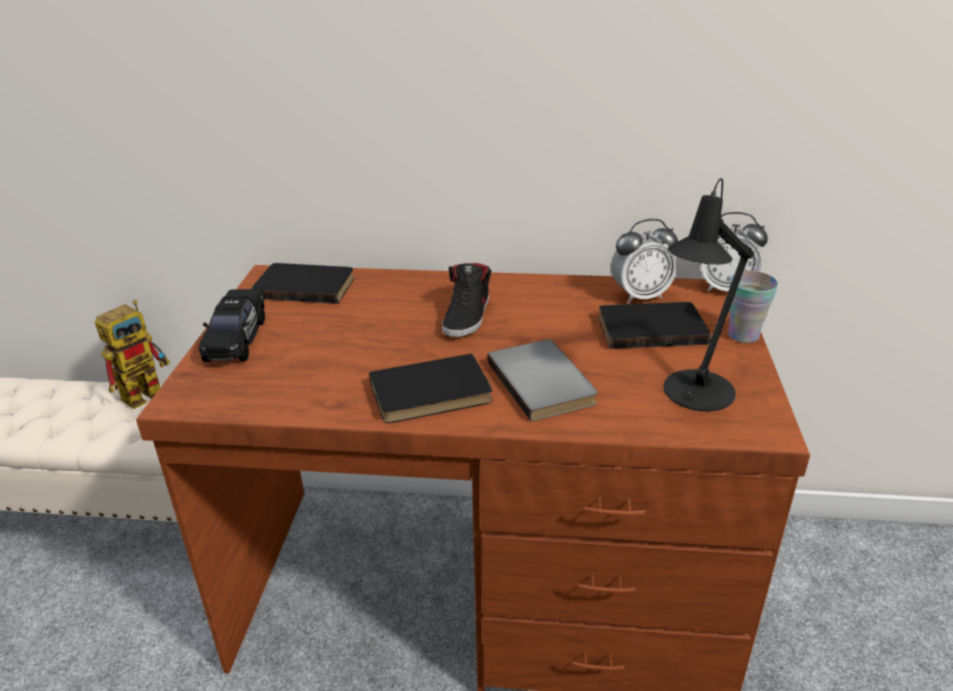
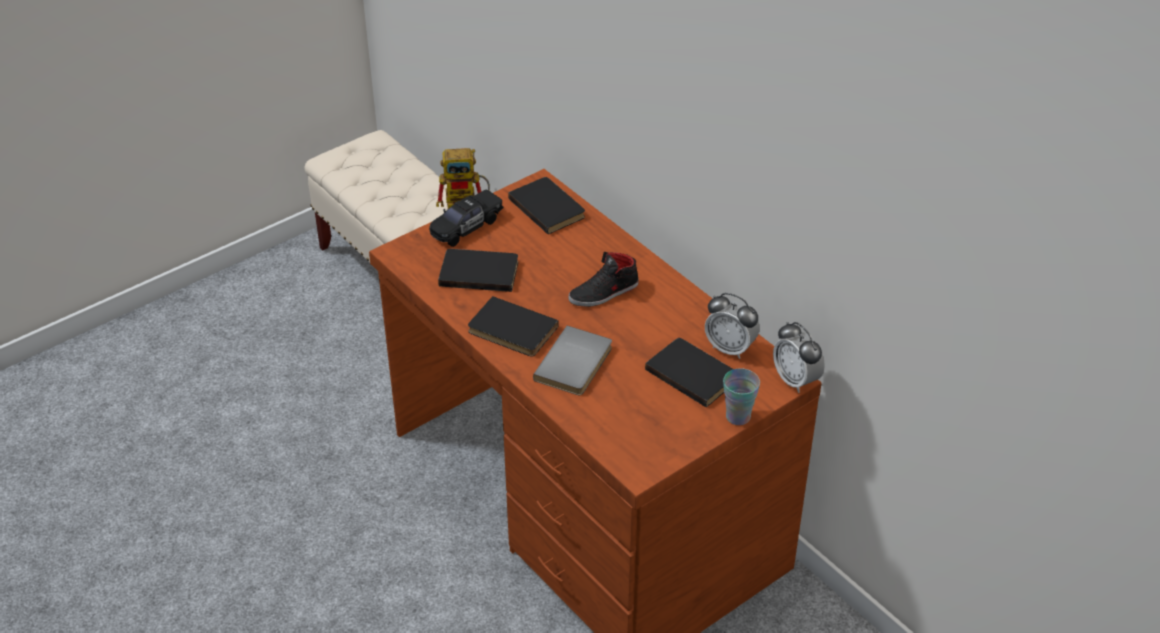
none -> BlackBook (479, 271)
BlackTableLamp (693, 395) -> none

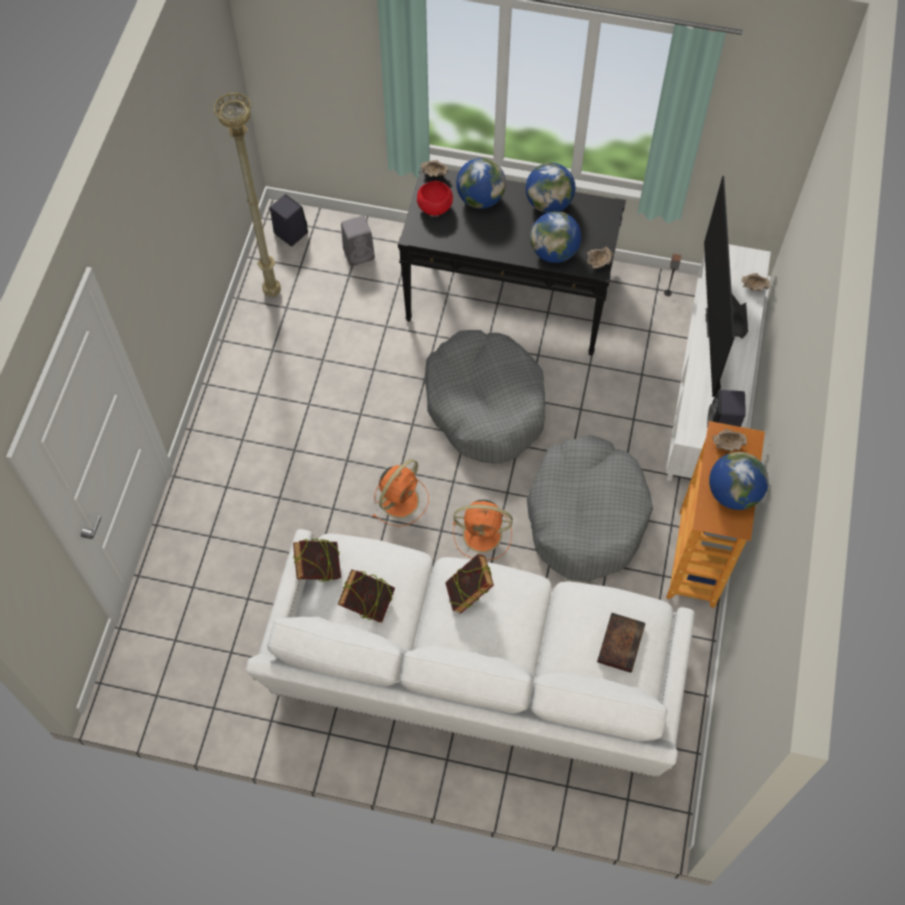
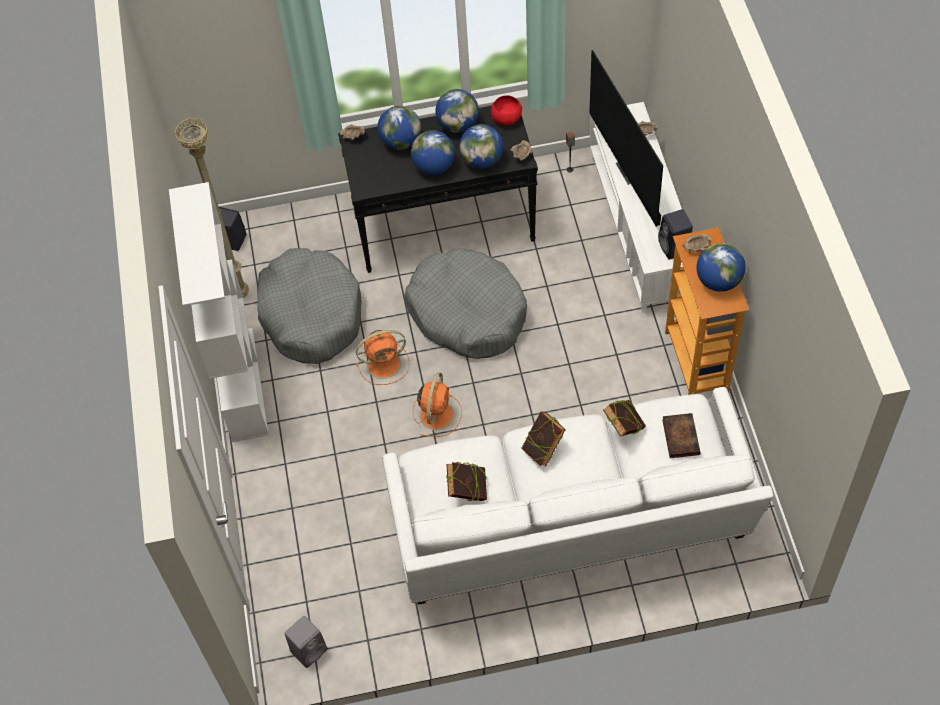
none -> WhiteBookcase (242, 383)
GreyDogBed (586, 516) -> GreyDogBed (311, 314), move
GreySpeaker (359, 253) -> GreySpeaker (309, 649), move
OrangeFan (484, 535) -> OrangeFan (385, 364), move
none -> Globe (434, 167)
RedBowl (435, 207) -> RedBowl (507, 118), move
Book (319, 570) -> Book (623, 428), move

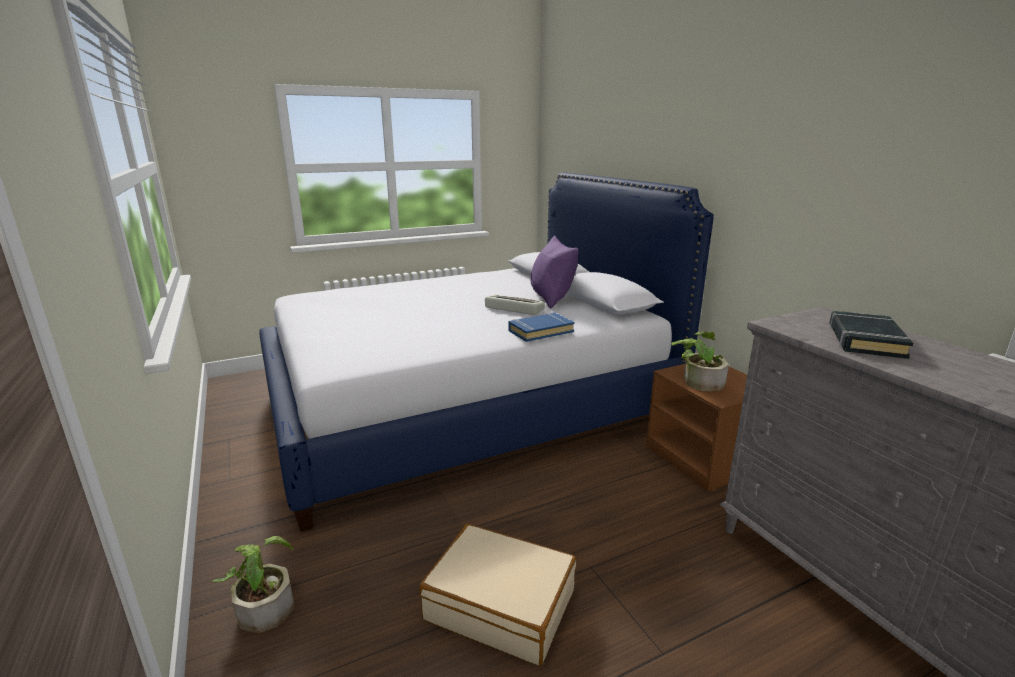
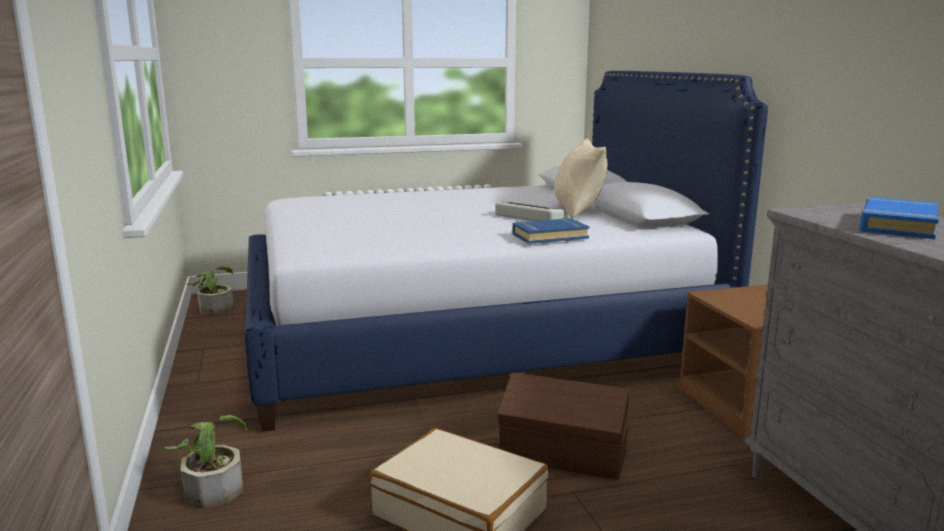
PottedPlant (698, 381) -> PottedPlant (214, 308), move
none -> BrownStorageBox (563, 456)
PurplePillow (551, 298) -> BeigePillow (577, 210)
BlackBook (864, 340) -> BlueBook (897, 226)

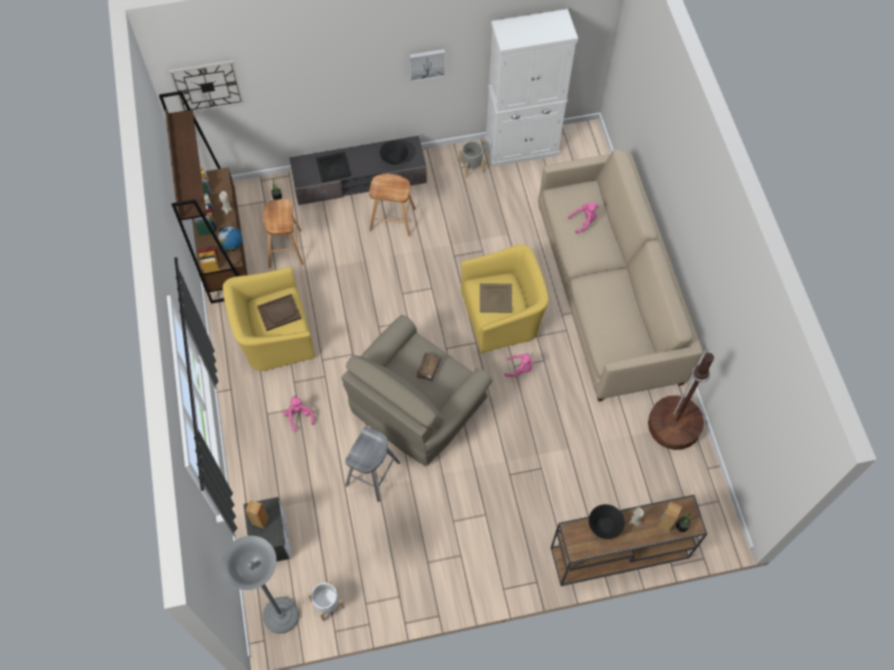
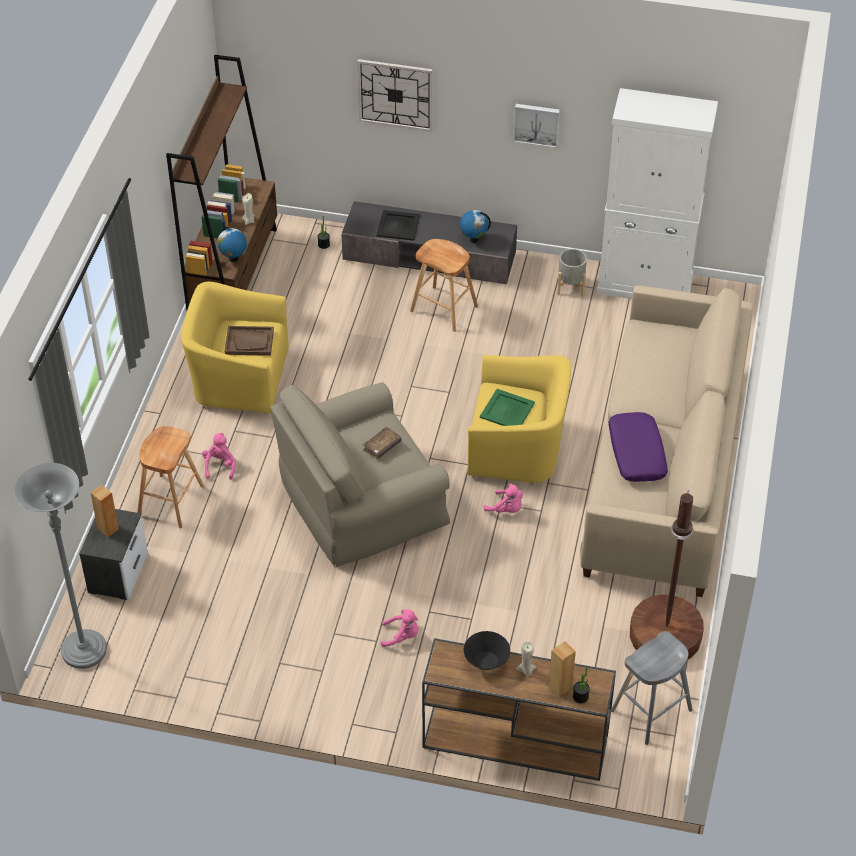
BrownStool (285, 249) -> BrownStool (170, 501), move
WallClock (207, 86) -> WallClock (395, 94), move
PinkPlushToy (584, 221) -> PinkPlushToy (402, 636), move
BlackBowl (394, 159) -> Globe (473, 239)
BeigeTray (496, 298) -> GreenTray (507, 410)
none -> PurplePillow (636, 453)
GreyStool (372, 473) -> GreyStool (651, 710), move
WhitePlanter (327, 603) -> none

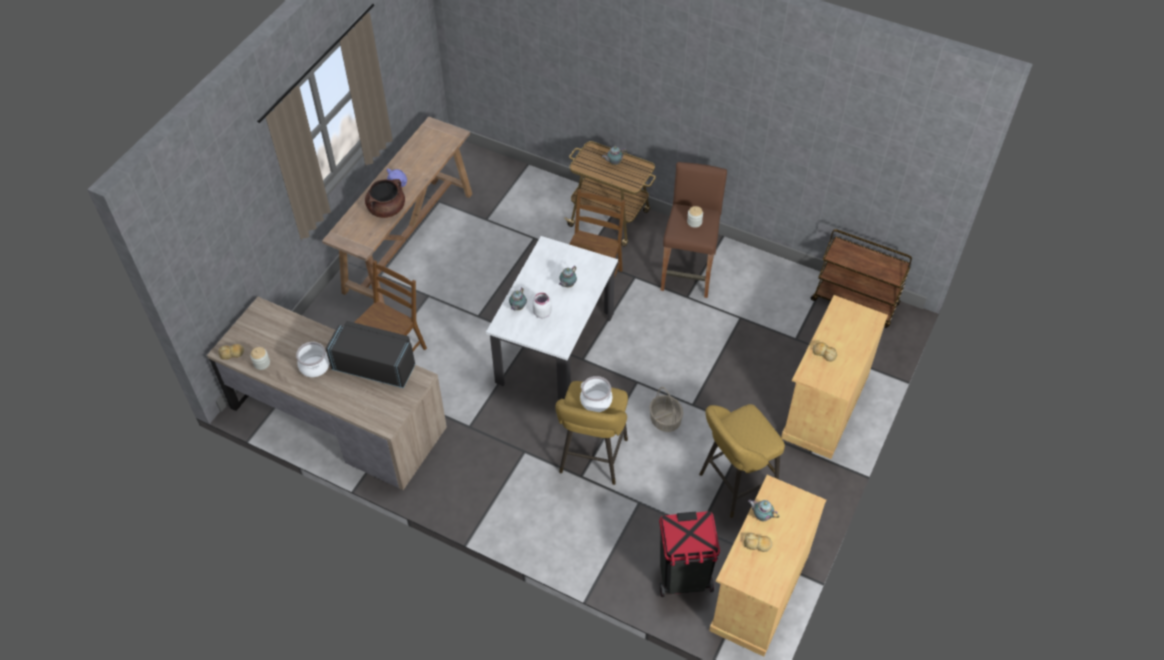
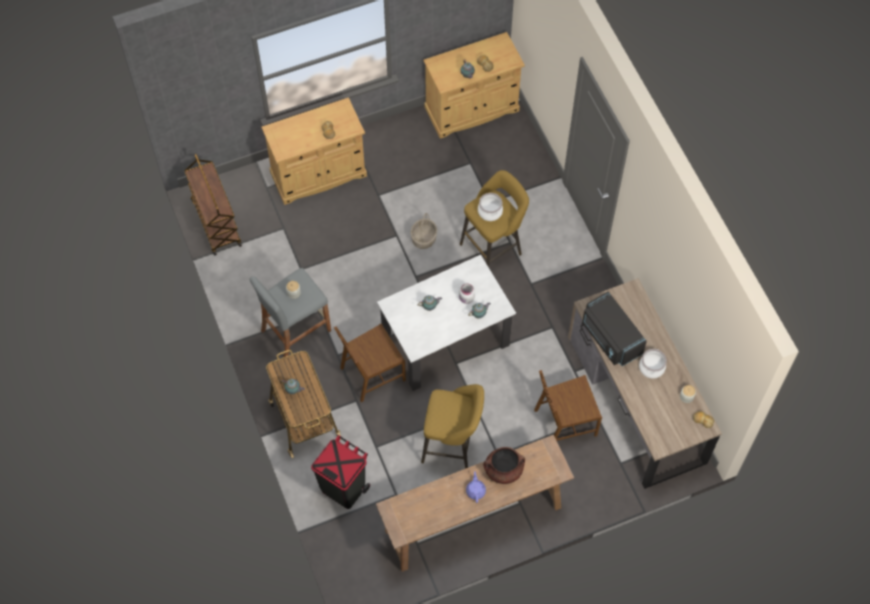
BrownStool (689, 271) -> GreyStool (296, 330)
BlackTrashCan (684, 577) -> BlackTrashCan (343, 488), move
YellowStool (734, 485) -> YellowStool (452, 445), move

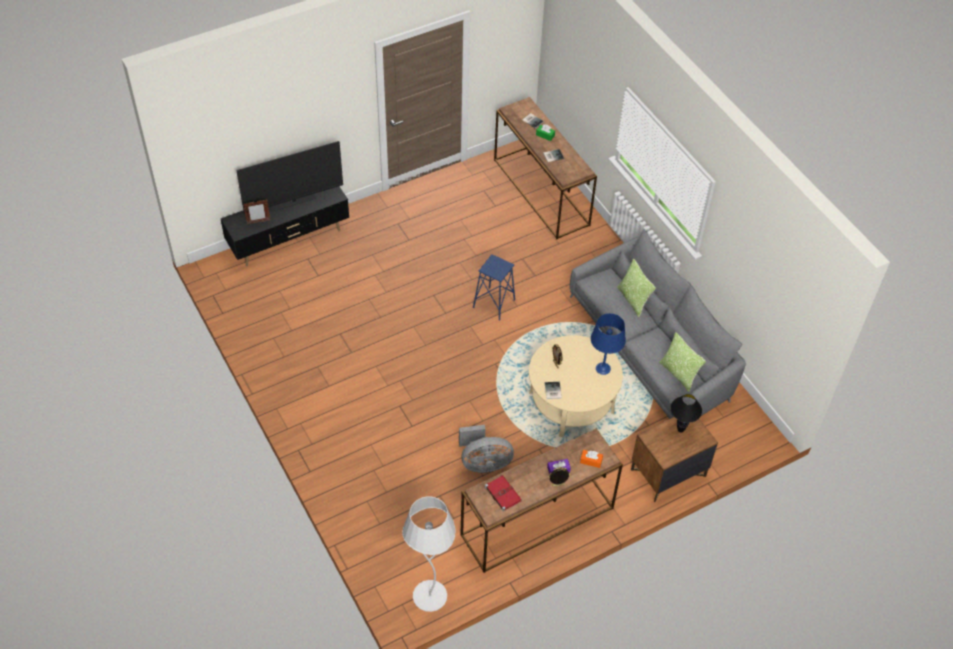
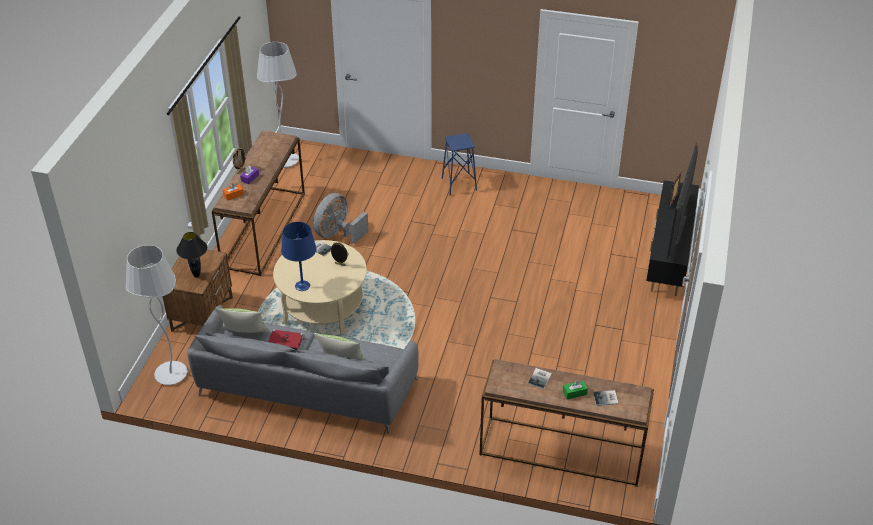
none -> WhiteFloorLamp (171, 375)
RedBook (502, 493) -> RedBook (286, 341), move
BlueStool (494, 304) -> BlueStool (459, 184), move

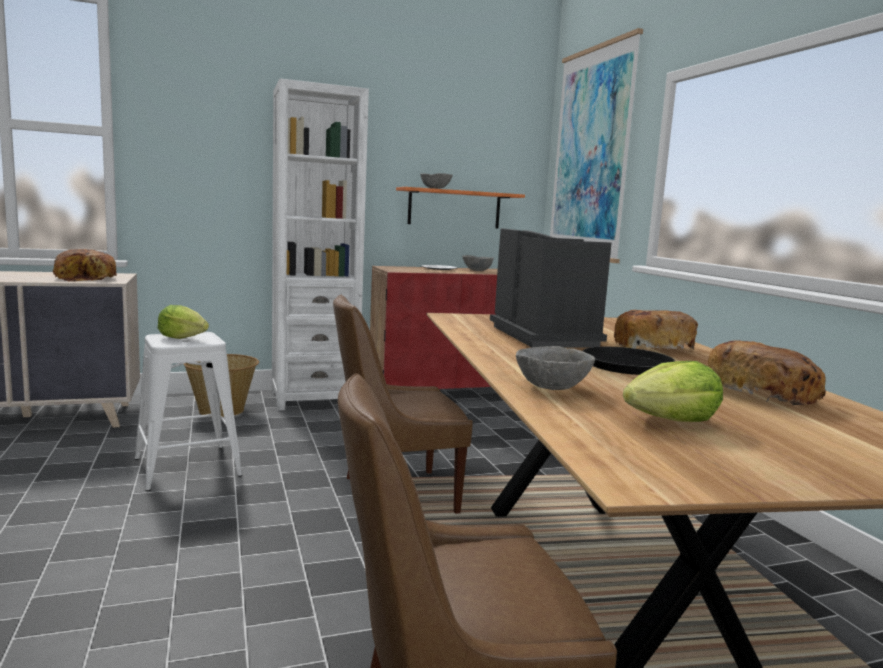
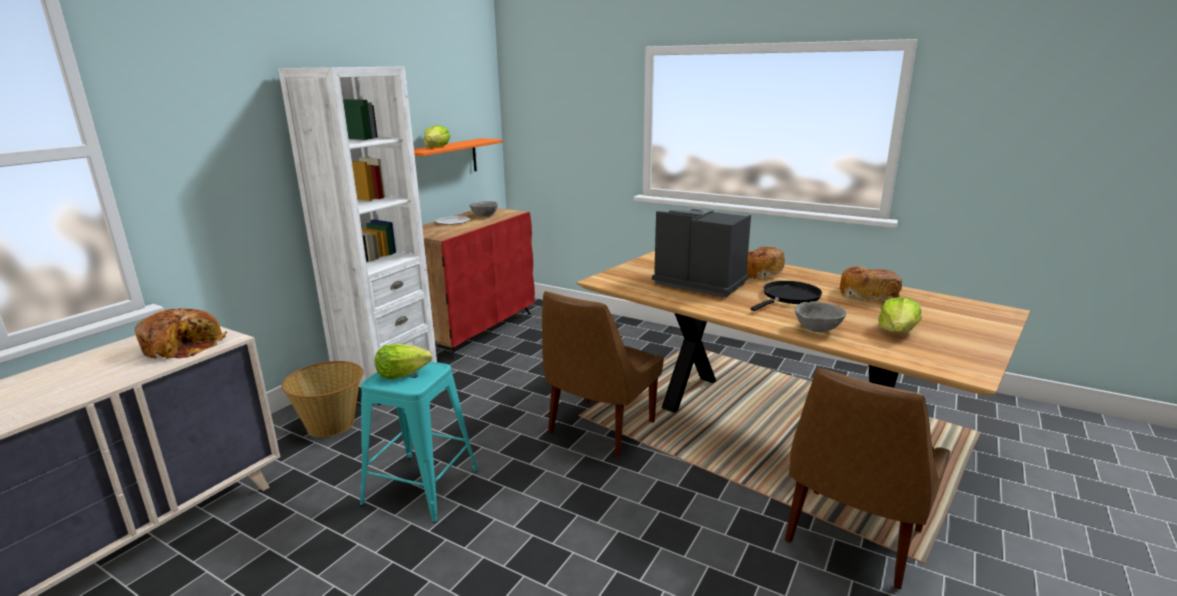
WhiteStool (187, 467) -> TurquoiseStool (421, 487)
GreyBowl (436, 188) -> Lettuce (436, 147)
Picture (591, 154) -> none

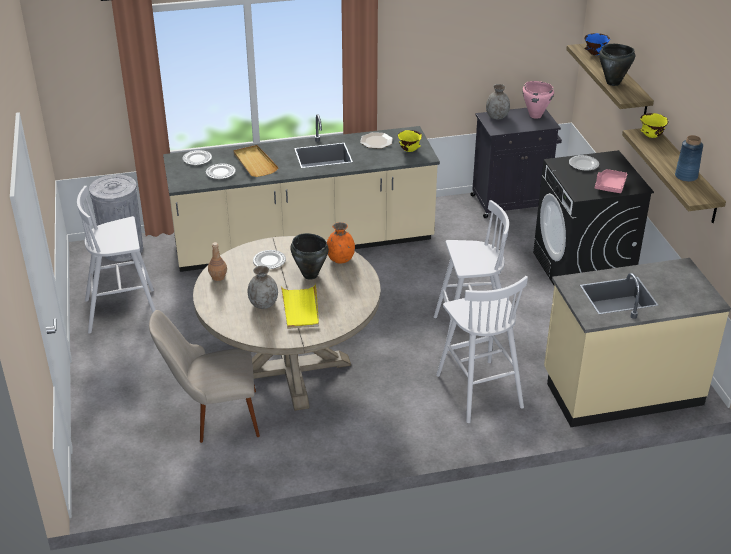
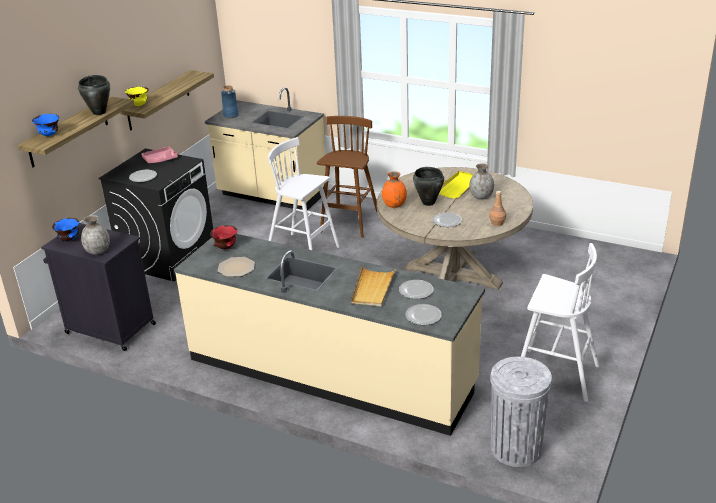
PinkCookingPot (535, 115) -> BlueBowl (69, 240)
YellowBowl (409, 150) -> RedBowl (225, 248)
BlueVase (686, 176) -> BlueVase (231, 115), move
WhiteStool (478, 390) -> BrownStool (349, 222)
BeigeChair (213, 417) -> none

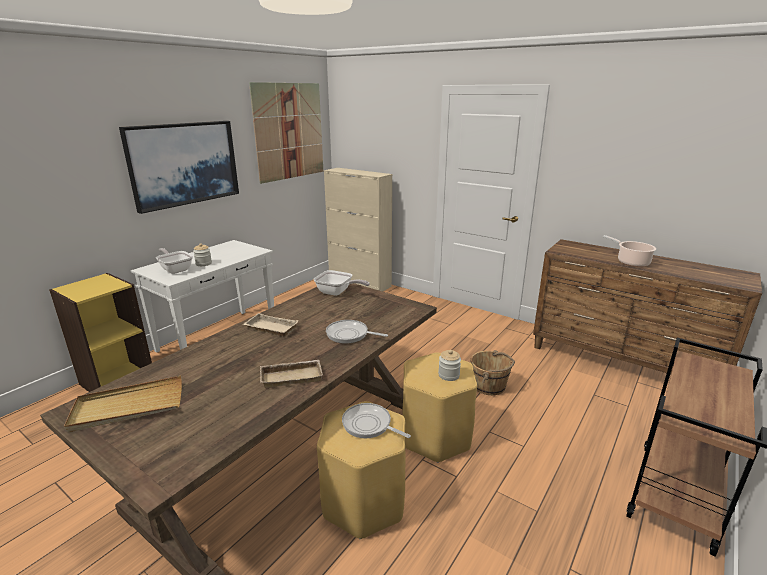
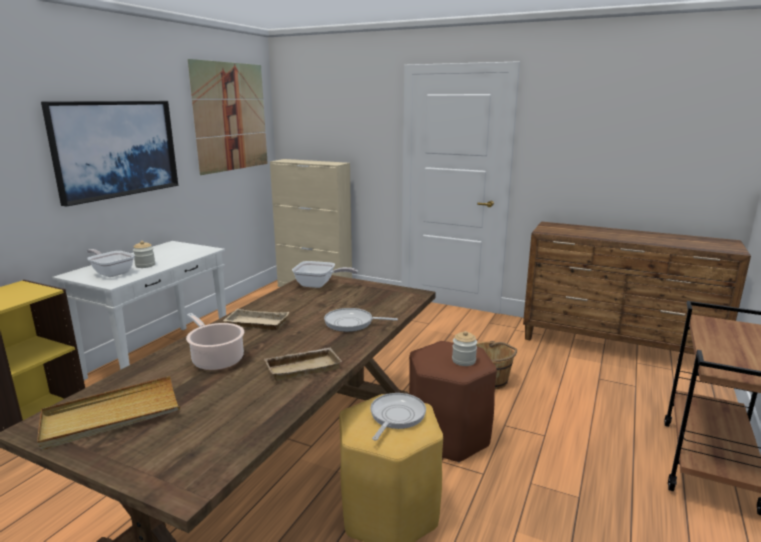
CookingPot (631, 262) -> CookingPot (216, 359), move
FryingPan (369, 425) -> FryingPan (396, 416), 90 degrees clockwise
YellowStool (435, 436) -> BrownStool (448, 436)

